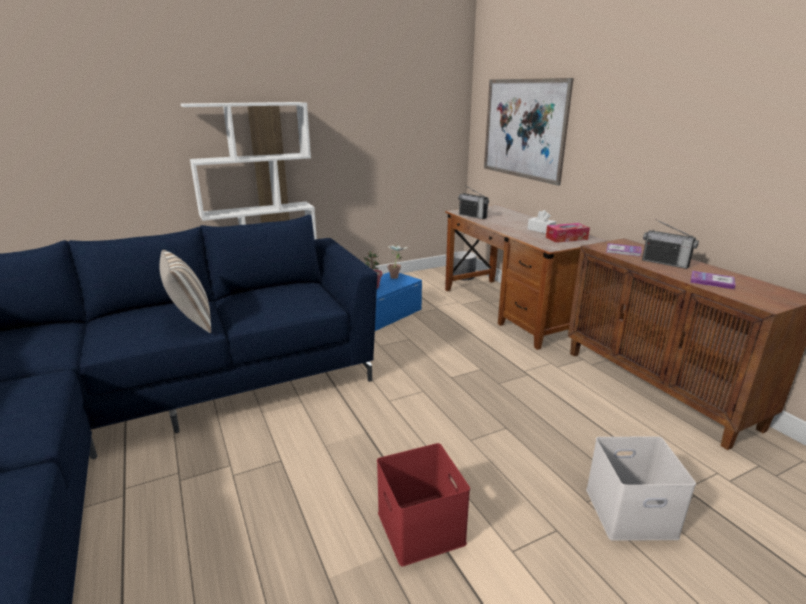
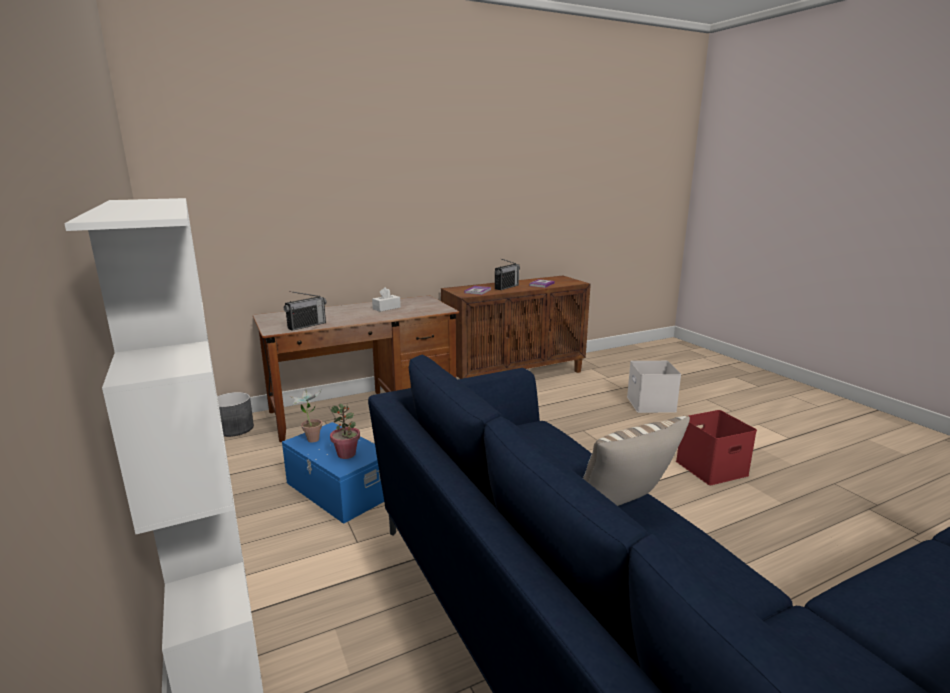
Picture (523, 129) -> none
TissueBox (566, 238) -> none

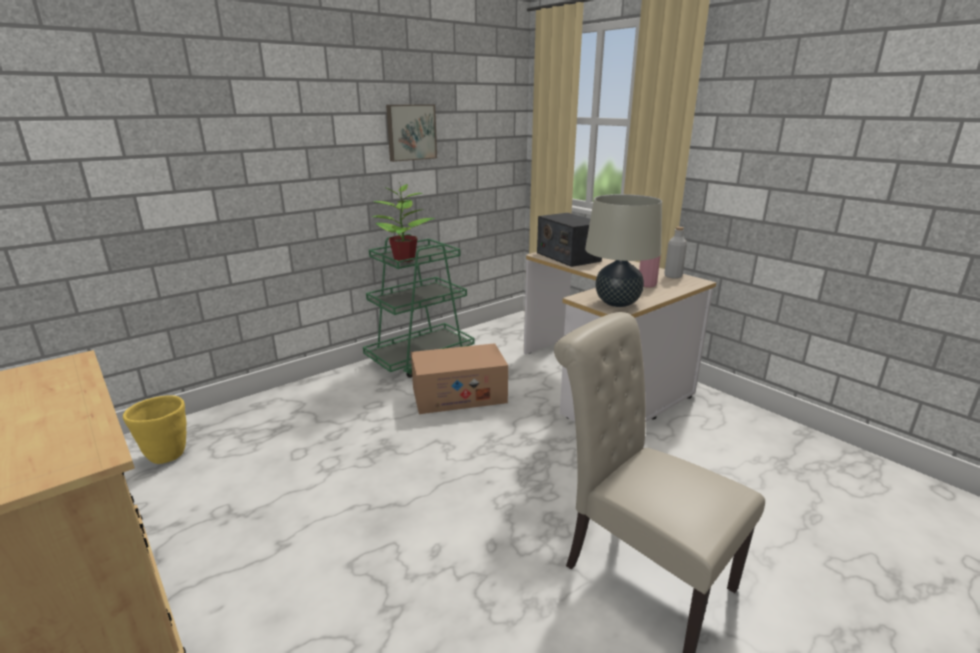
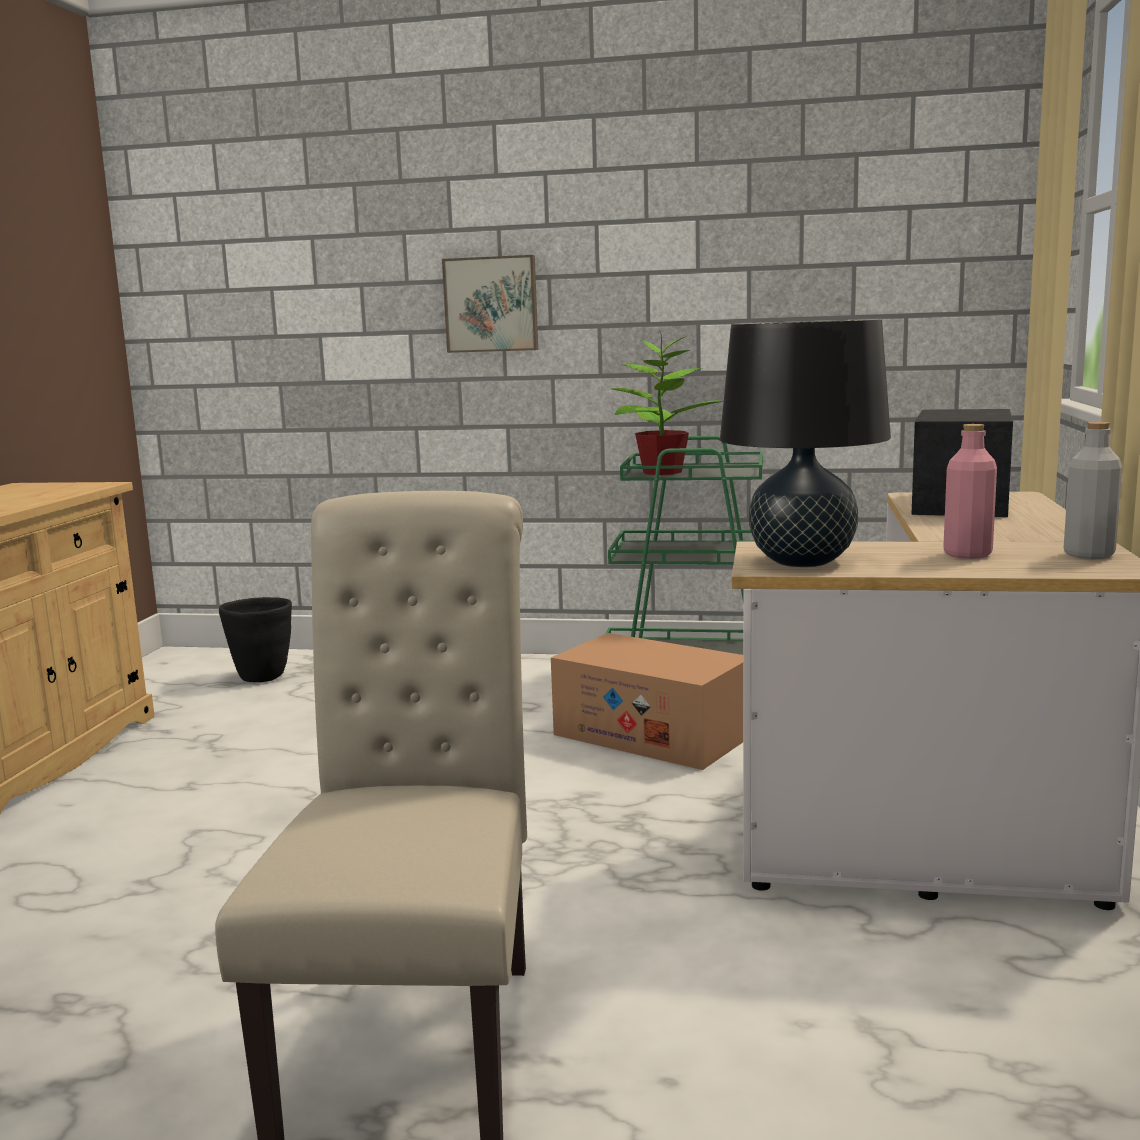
YellowPlanter (166, 455) -> BlackPlanter (262, 676)
Picture (411, 132) -> Picture (491, 304), move
BeigeTableLamp (617, 303) -> BlackTableLamp (802, 561)

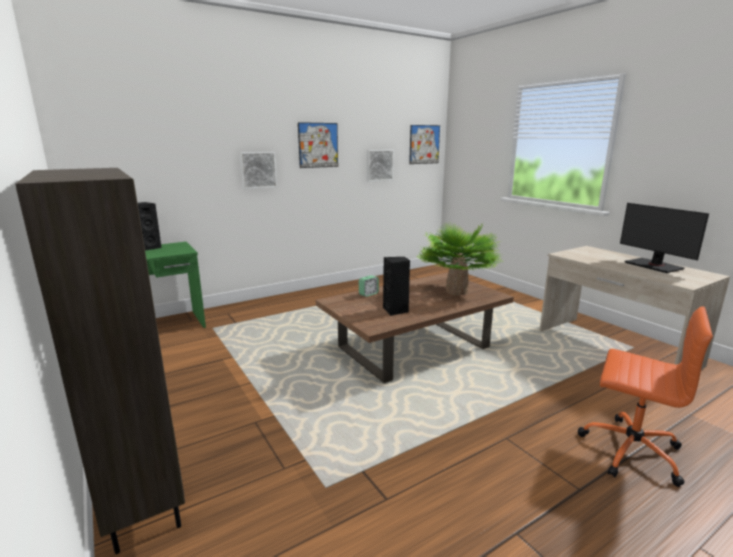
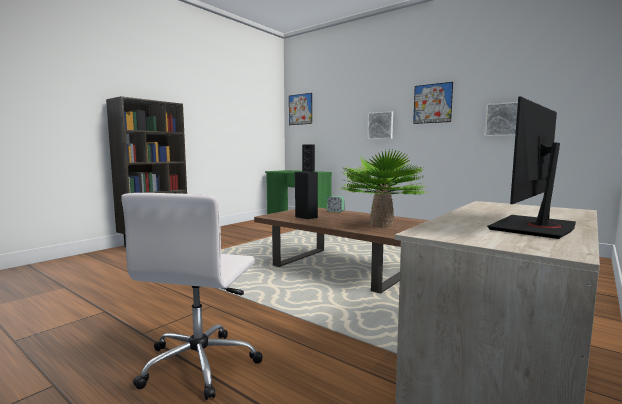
OrangeOfficeChair (629, 450) -> WhiteOfficeChair (200, 363)
Picture (424, 144) -> Picture (300, 109), move

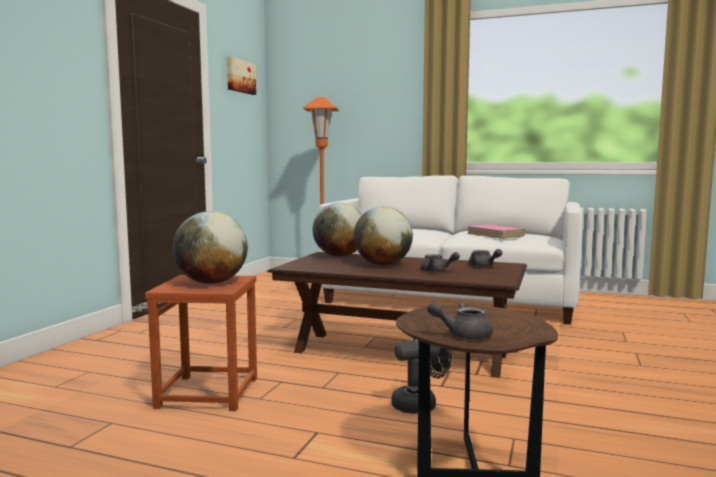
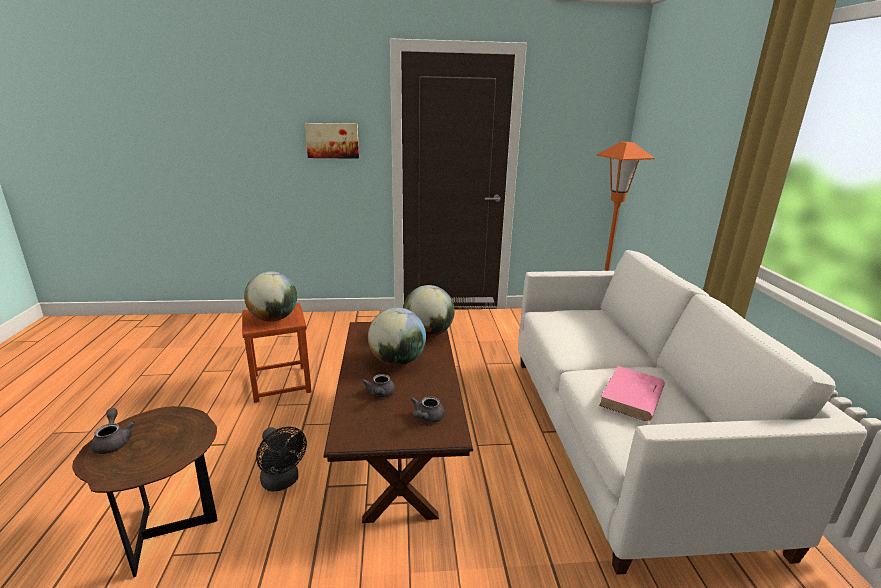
Picture (240, 76) -> Picture (332, 140), move

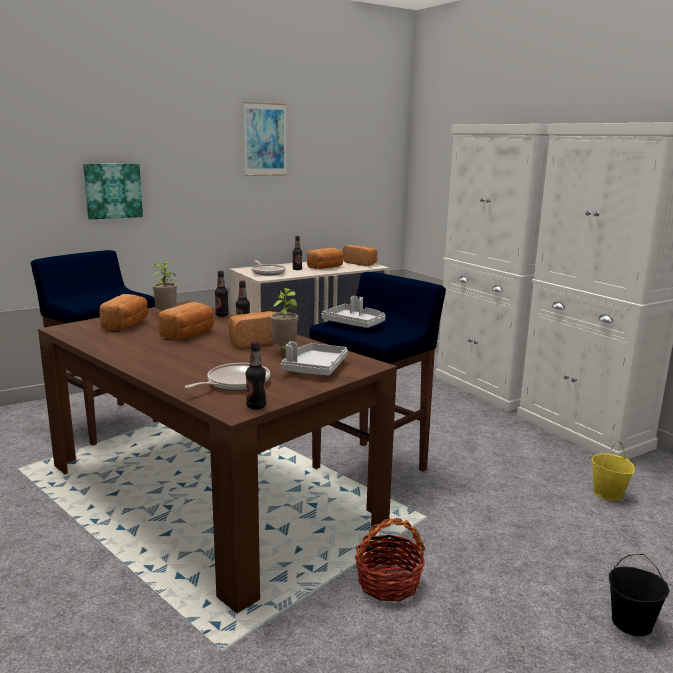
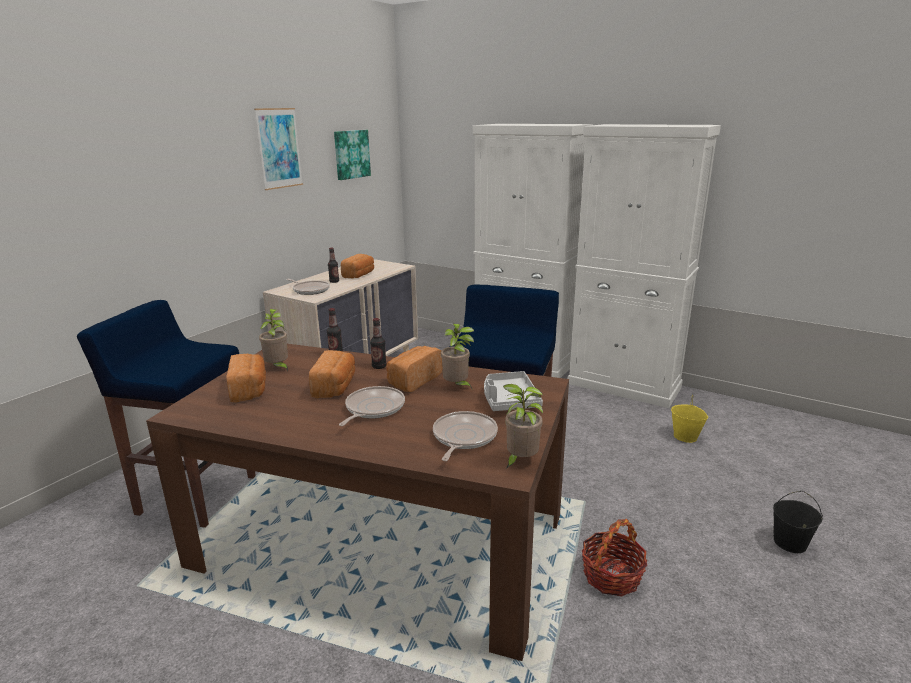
Picture (113, 190) -> Picture (351, 154), move
none -> FryingPan (373, 409)
Bottle (256, 406) -> PottedPlant (520, 461)
GreyTray (354, 324) -> none
Bread (361, 263) -> none

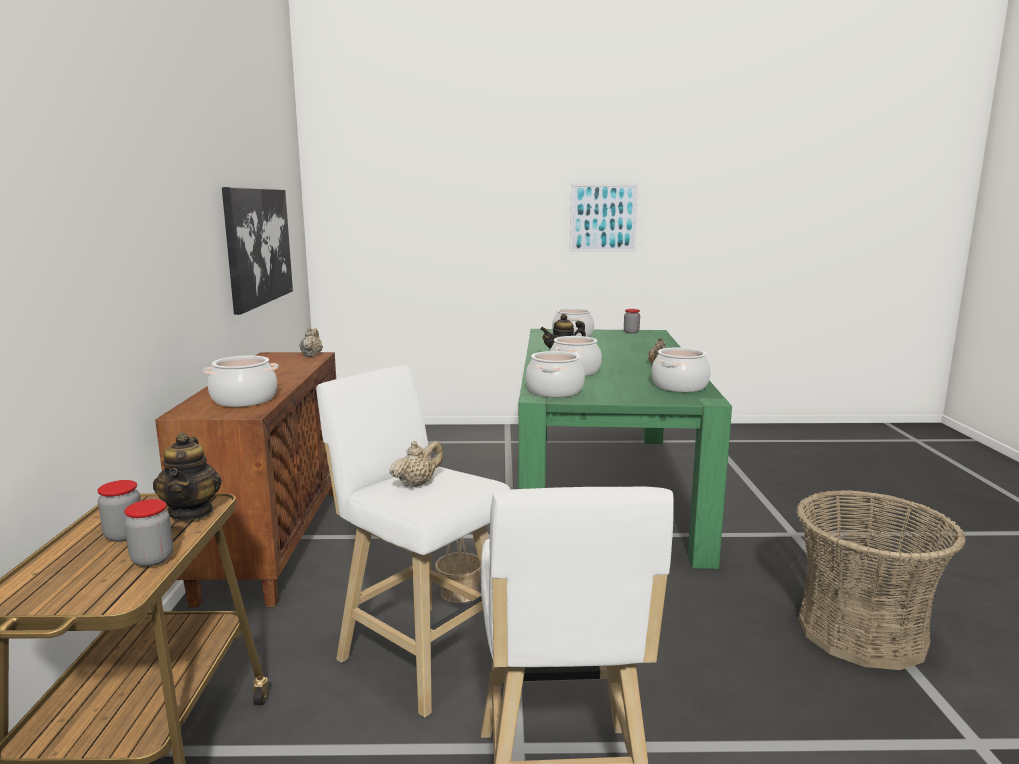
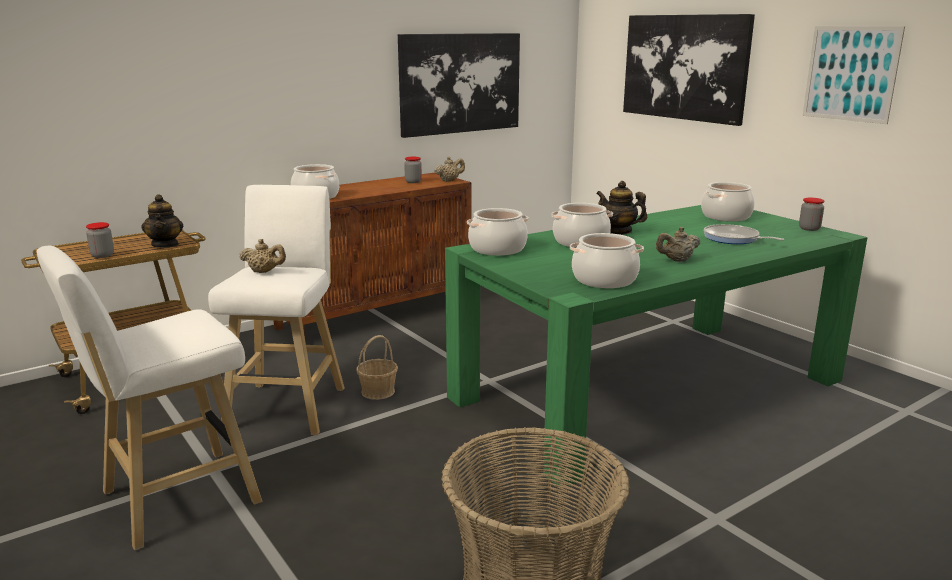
Teapot (192, 512) -> Teapot (165, 245), 60 degrees counterclockwise
Jar (124, 535) -> Jar (413, 182), move
none -> Picture (684, 67)
none -> FryingPan (733, 239)

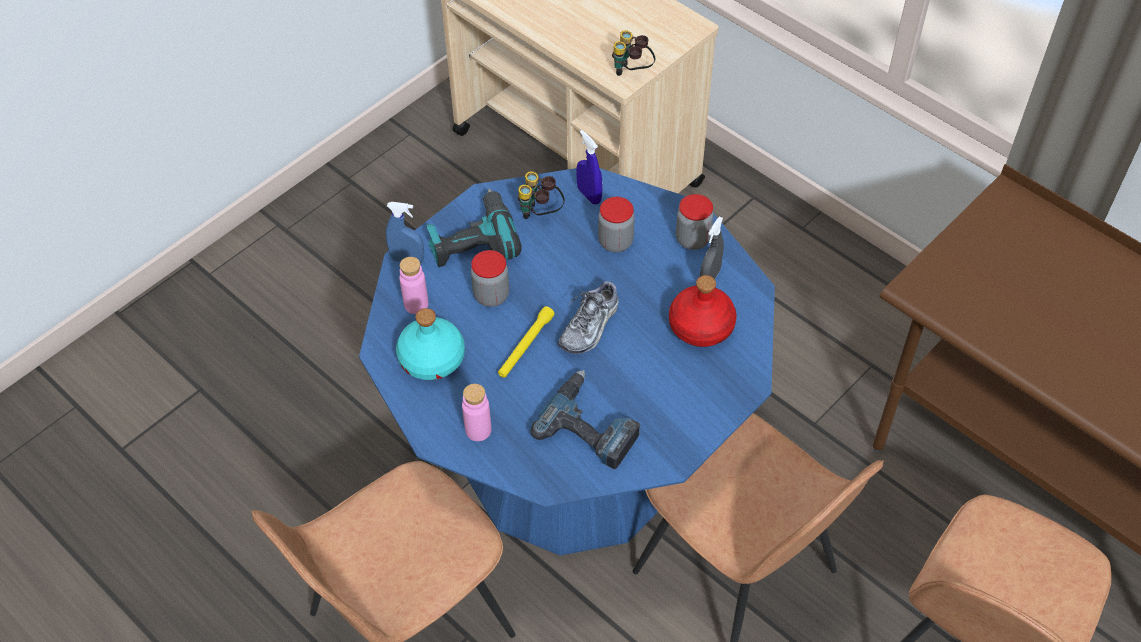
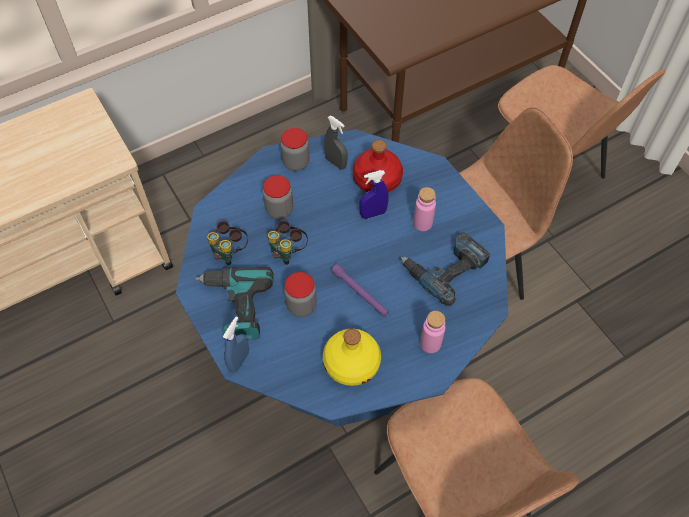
Binoculars (632, 72) -> Binoculars (288, 252), move
TurquoiseBottle (432, 359) -> YellowBottle (352, 363)
YellowFlashlight (525, 346) -> PurpleFlashlight (360, 293)
BlueSprayBottle (589, 195) -> BlueSprayBottle (373, 214), move
PinkBottle (416, 304) -> PinkBottle (422, 223), move
Shoe (590, 326) -> none

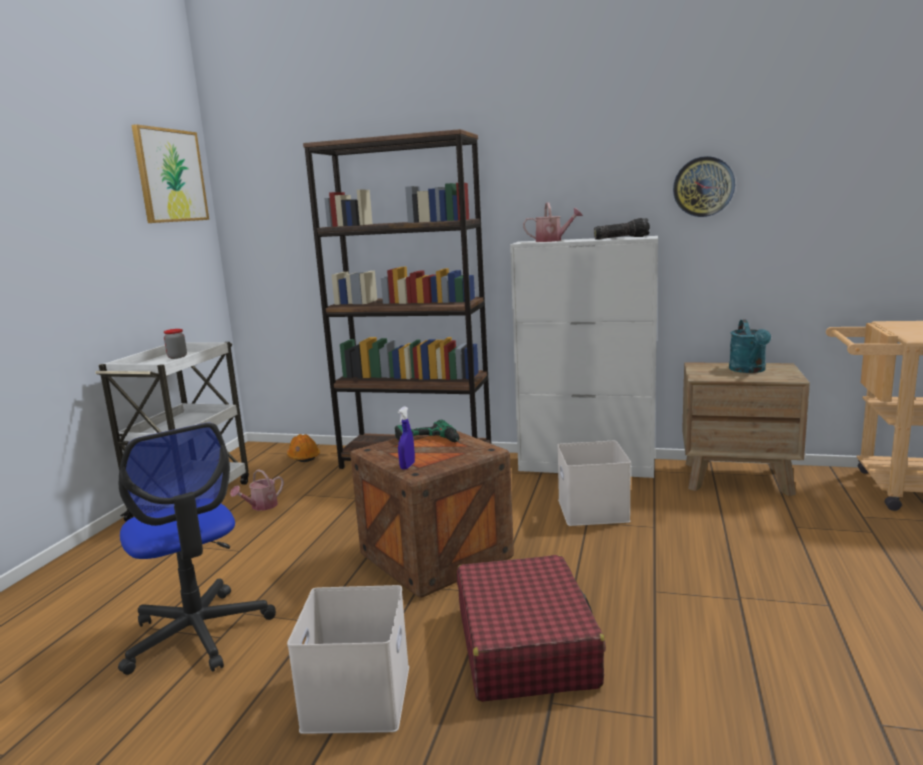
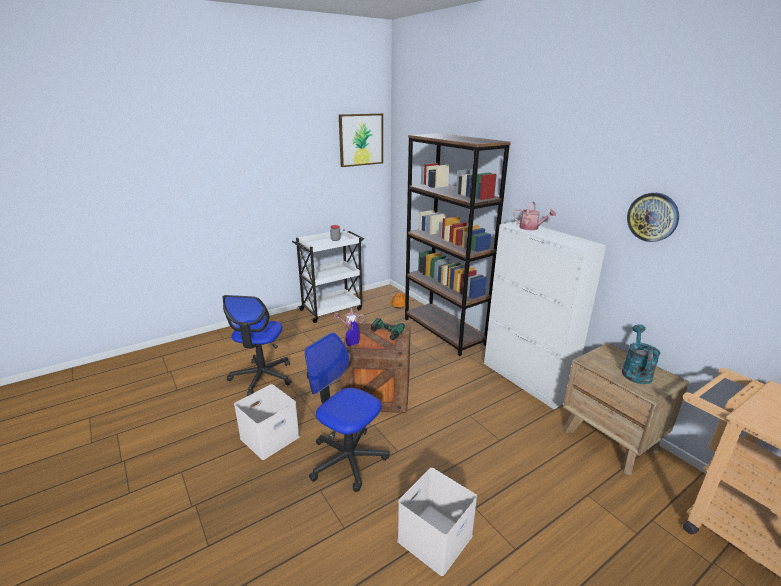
RedSuitcase (525, 645) -> OfficeChair (347, 459)
WhiteStorageBox (591, 509) -> WhiteStorageBox (434, 536), move
TurquoiseWateringCan (749, 370) -> TurquoiseWateringCan (635, 371), 150 degrees clockwise
Flashlight (621, 238) -> none

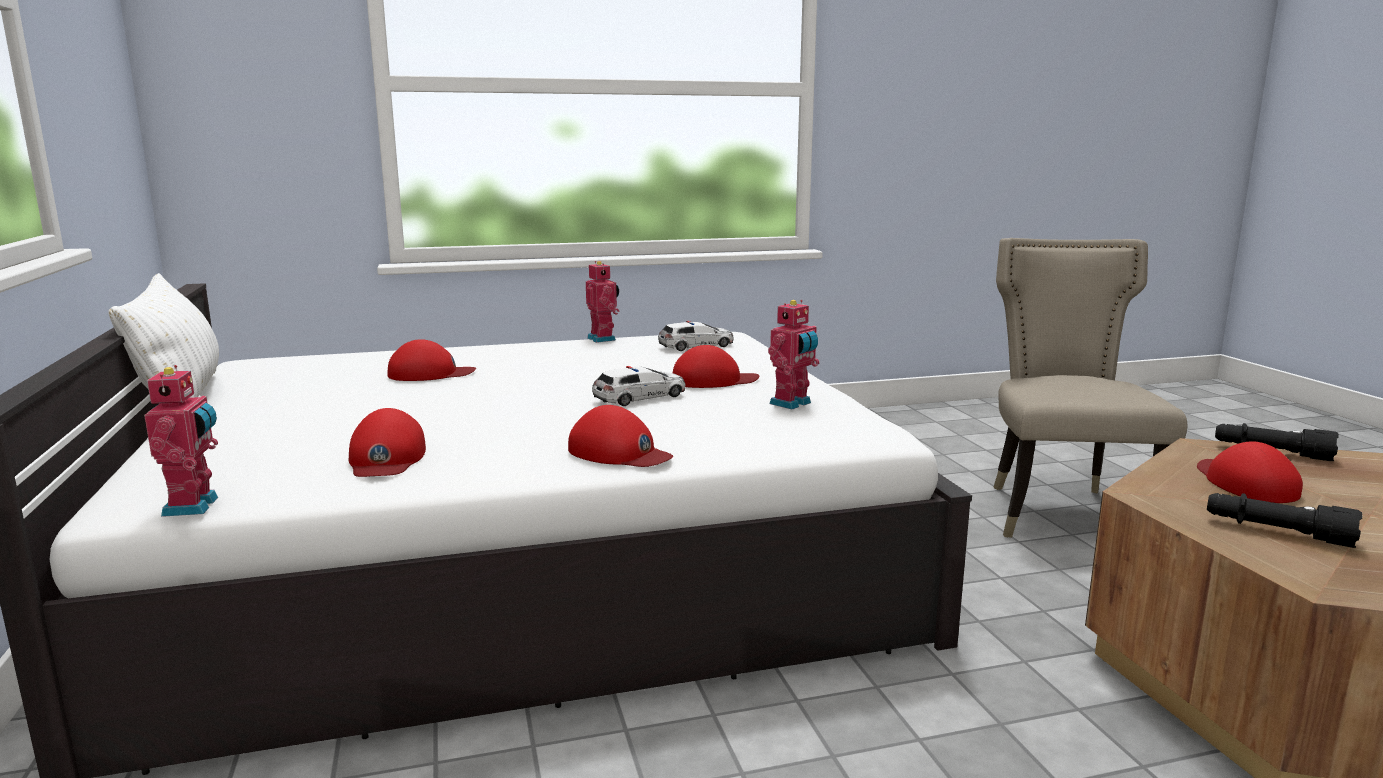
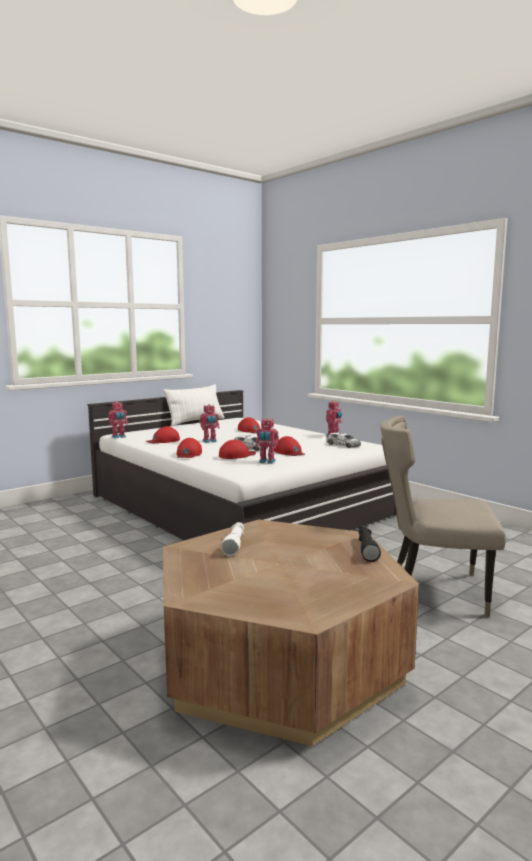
none -> ToyRobot (210, 441)
RedCap (1245, 483) -> RedCap (237, 455), move
BlackFlashlight (1277, 532) -> WhiteFlashlight (235, 544)
BeigeChair (1062, 511) -> BeigeChair (433, 590), 150 degrees counterclockwise

